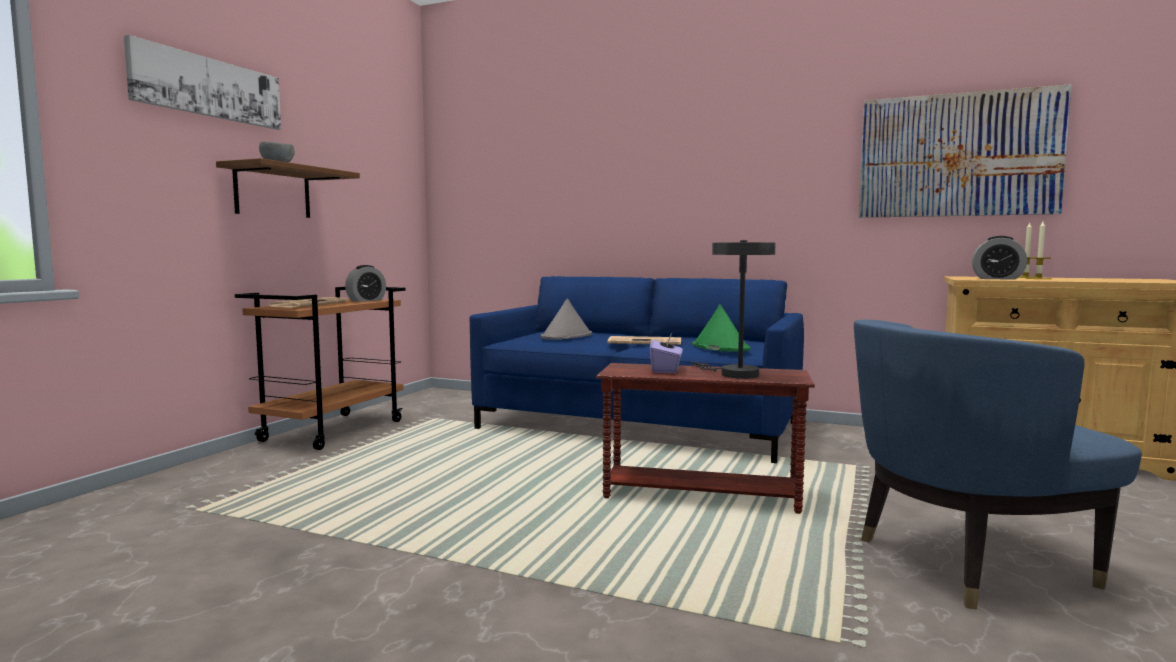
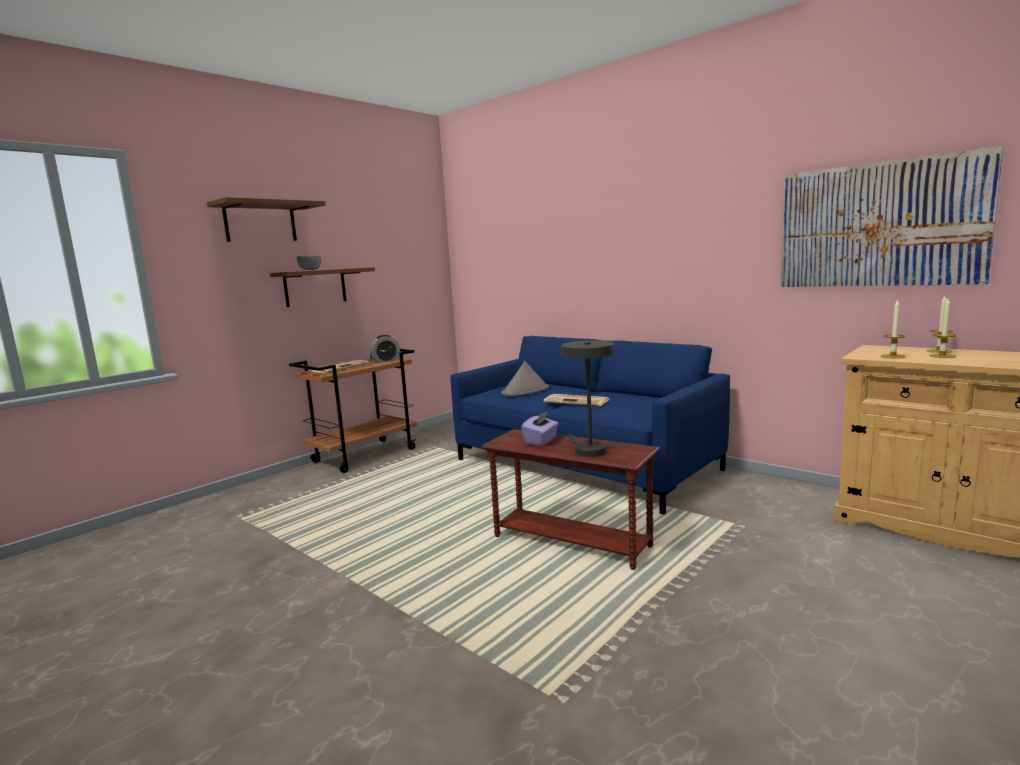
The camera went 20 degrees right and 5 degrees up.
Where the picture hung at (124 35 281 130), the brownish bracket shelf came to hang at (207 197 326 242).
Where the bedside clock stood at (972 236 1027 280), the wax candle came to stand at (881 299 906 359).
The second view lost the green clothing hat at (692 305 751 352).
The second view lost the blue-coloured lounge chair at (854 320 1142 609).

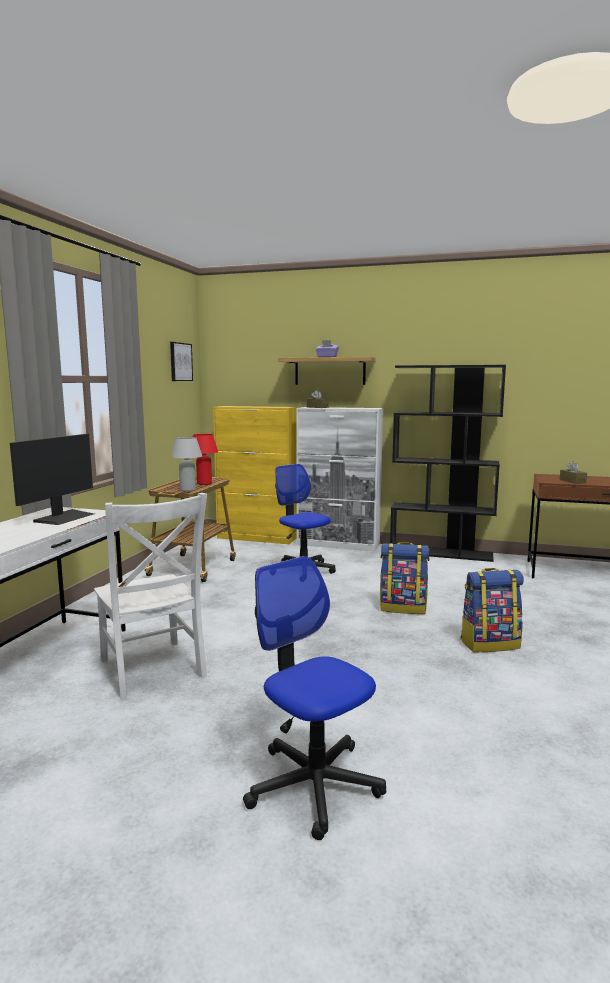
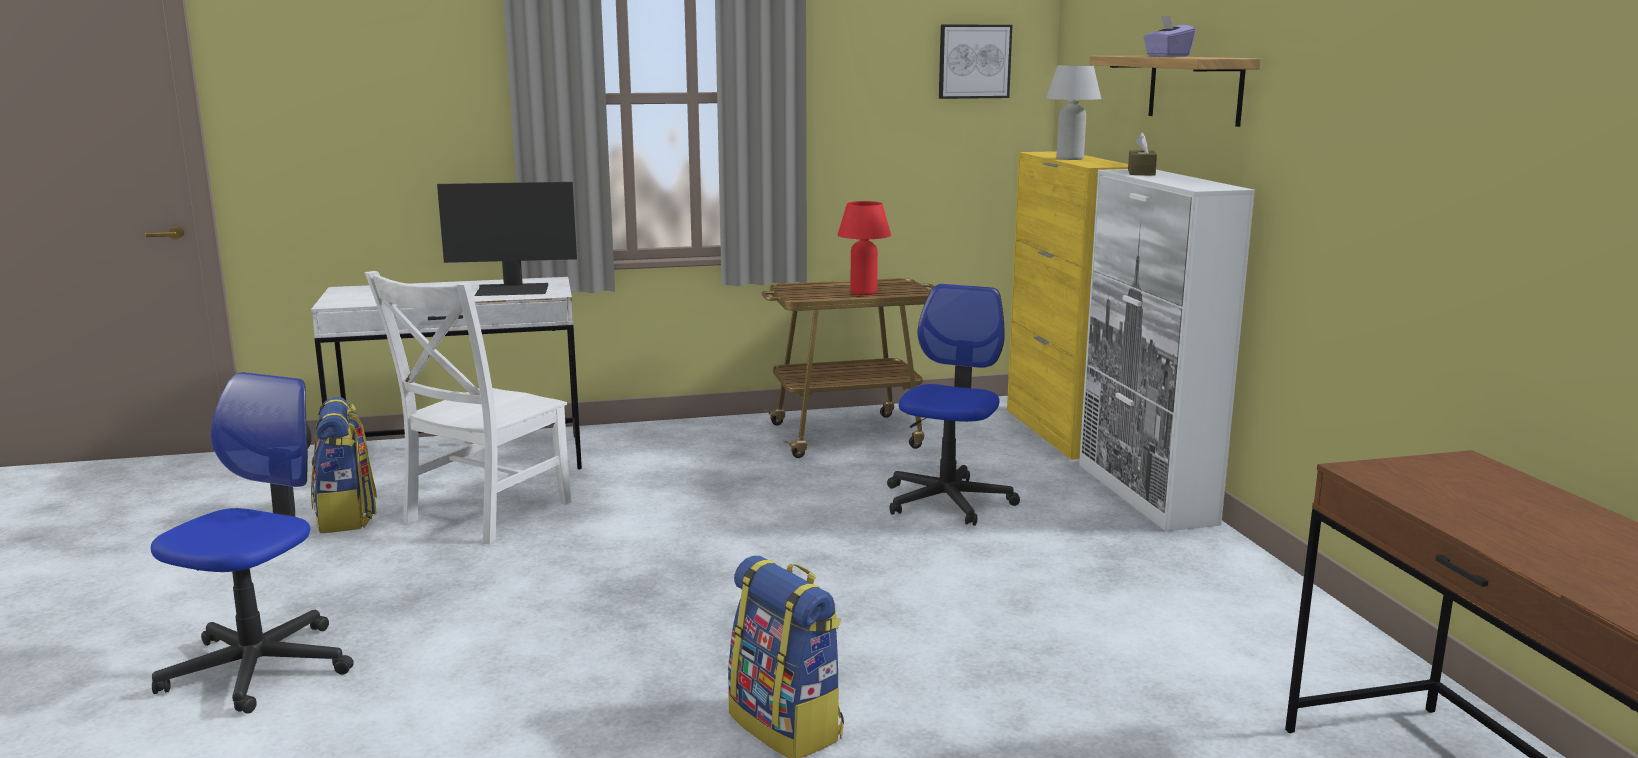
The camera went 60 degrees right and 5 degrees up.
The backpack ended up elsewhere, having gone from (380 542 429 614) to (311 397 377 533).
The whitish lamp for a table ended up elsewhere, having gone from (171 437 202 492) to (1046 65 1101 160).
The second view lost the black-coloured bookshelf at (390 365 506 562).
The second view lost the brownish box of tissues at (560 461 587 484).

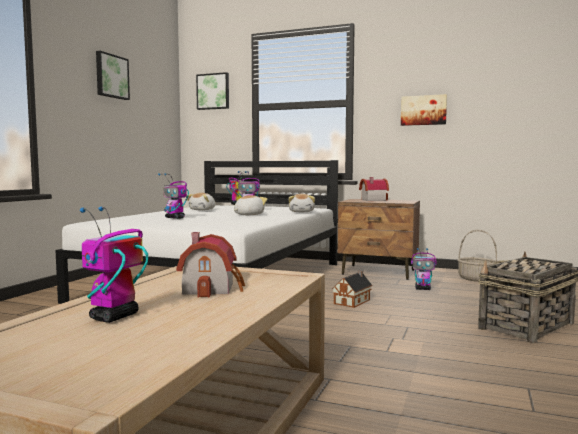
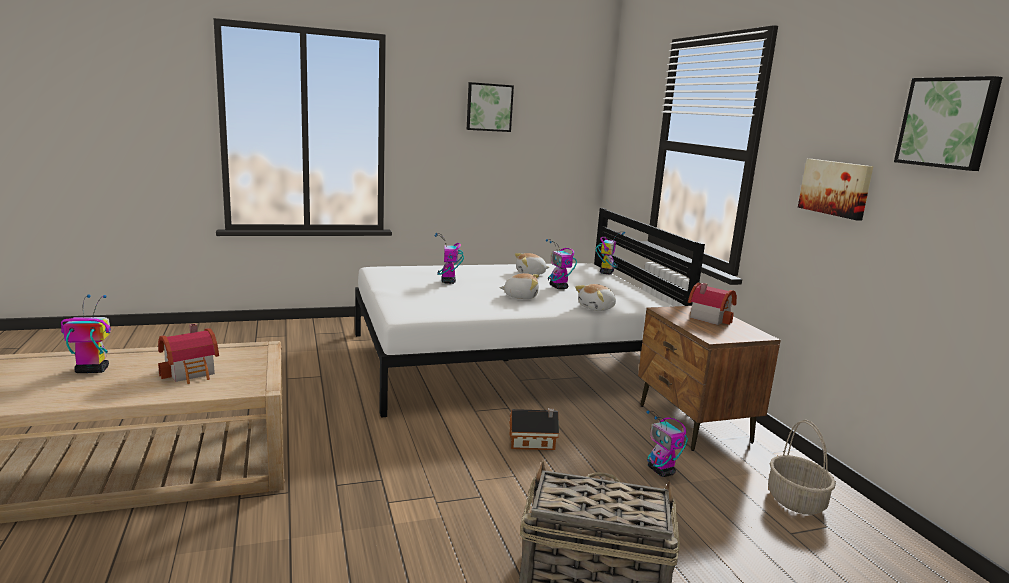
The camera went 50 degrees right and 10 degrees up.
The picture ended up elsewhere, having gone from (196 72 229 110) to (894 76 1003 171).

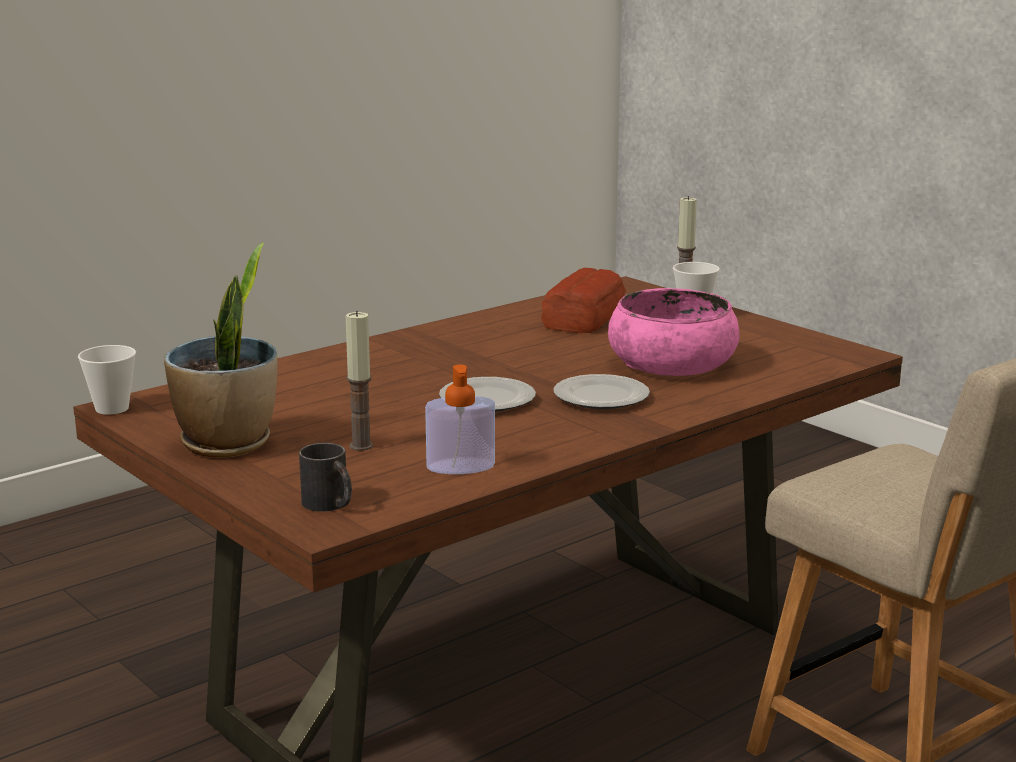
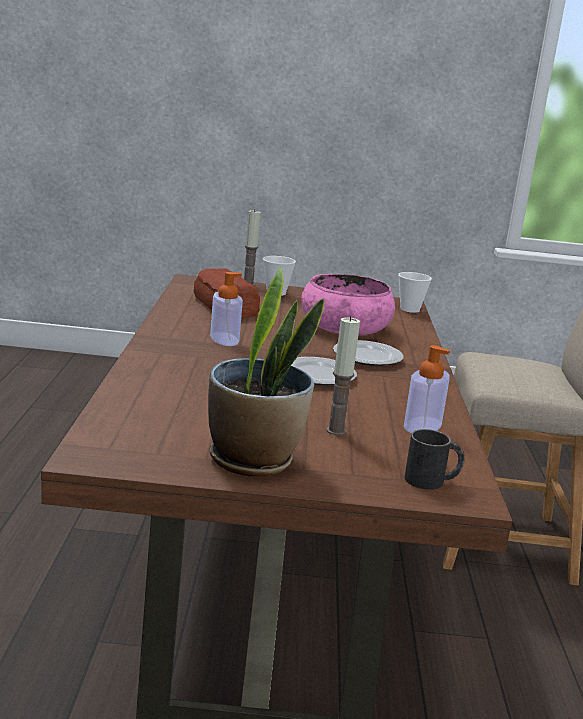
The camera went 50 degrees left and 0 degrees up.
The second view gained the soap bottle at (210 272 243 346).
The small cup ended up elsewhere, having gone from (78 345 136 415) to (398 272 432 313).

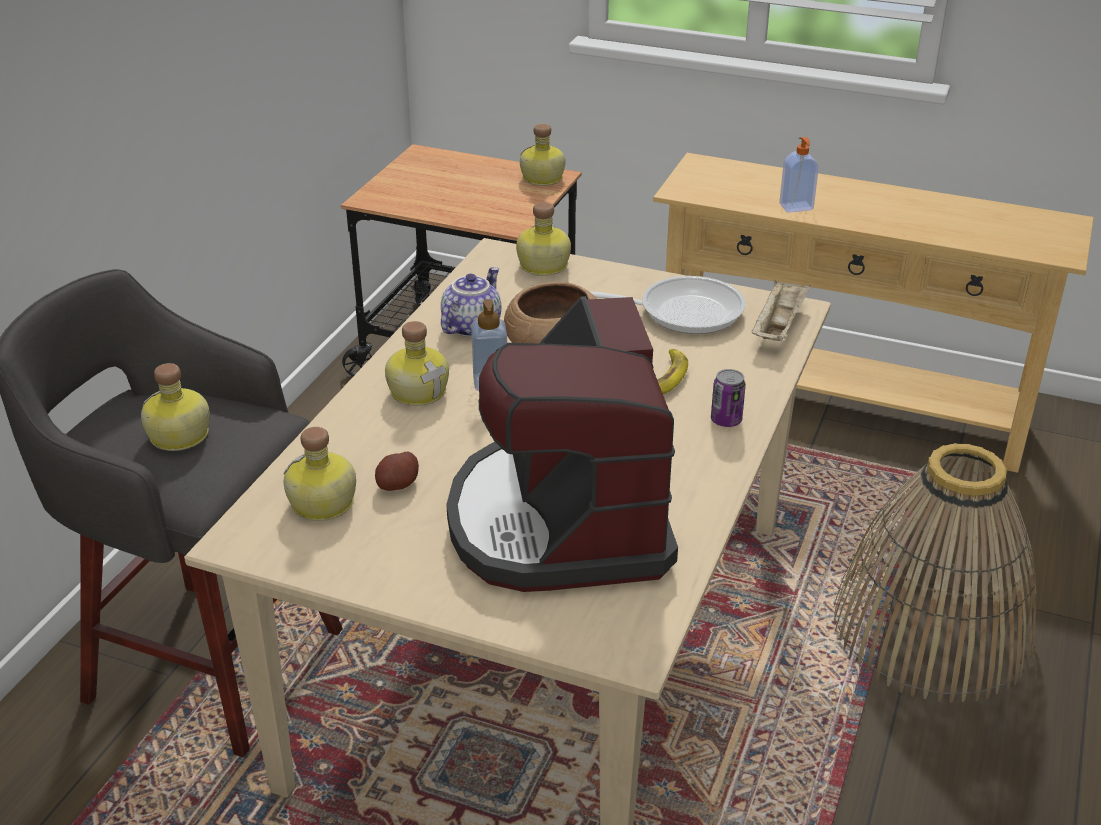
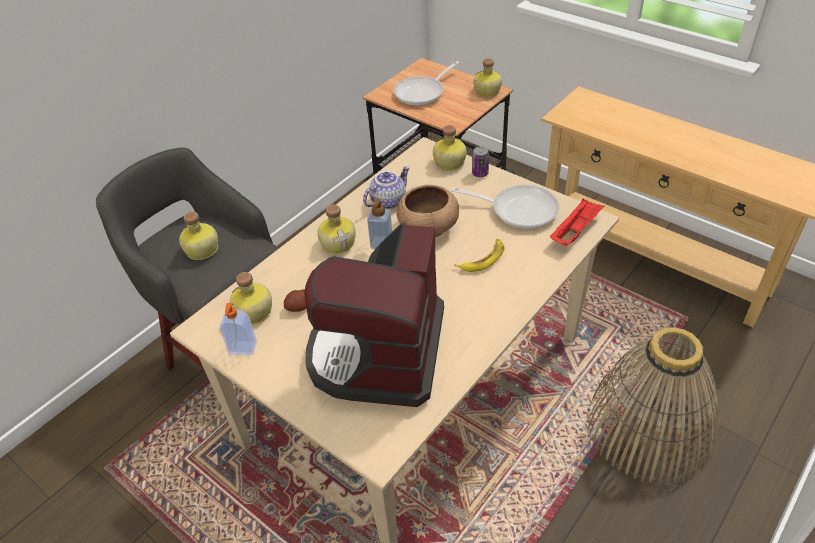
The camera went 20 degrees right and 10 degrees up.
The soap bottle ended up elsewhere, having gone from (779 137 819 213) to (220 303 257 355).
The second view gained the skillet at (394 61 459 106).
The can ended up elsewhere, having gone from (711 369 746 427) to (472 147 489 177).
What was the beige-coloured tray at (752 280 811 341) turned into the red-coloured tray at (550 199 605 246).

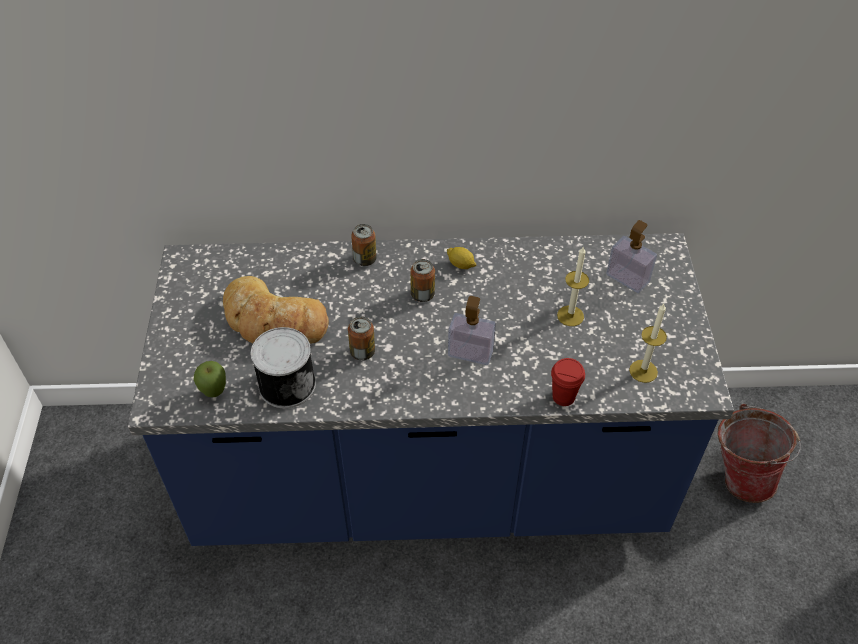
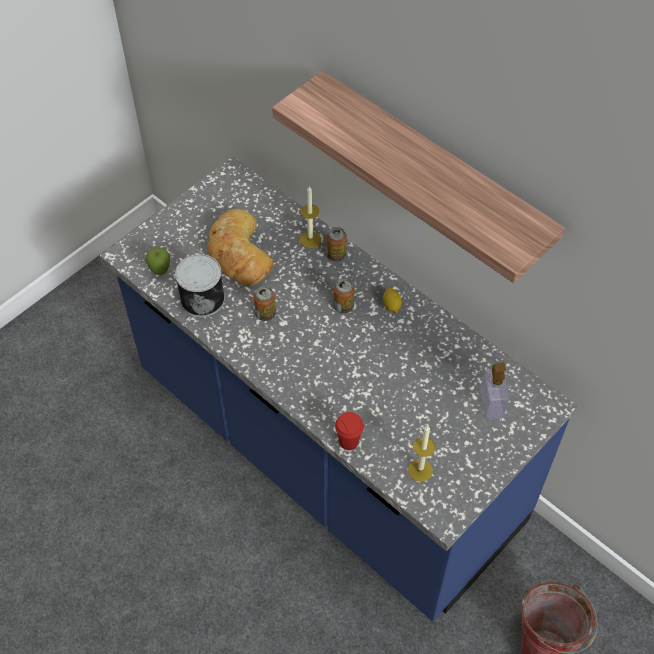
The camera went 45 degrees right and 5 degrees up.
The second view gained the bracket shelf at (272 70 565 283).
The wax candle ended up elsewhere, having gone from (557 246 589 326) to (300 186 321 248).
The second view lost the soap bottle at (448 296 496 365).

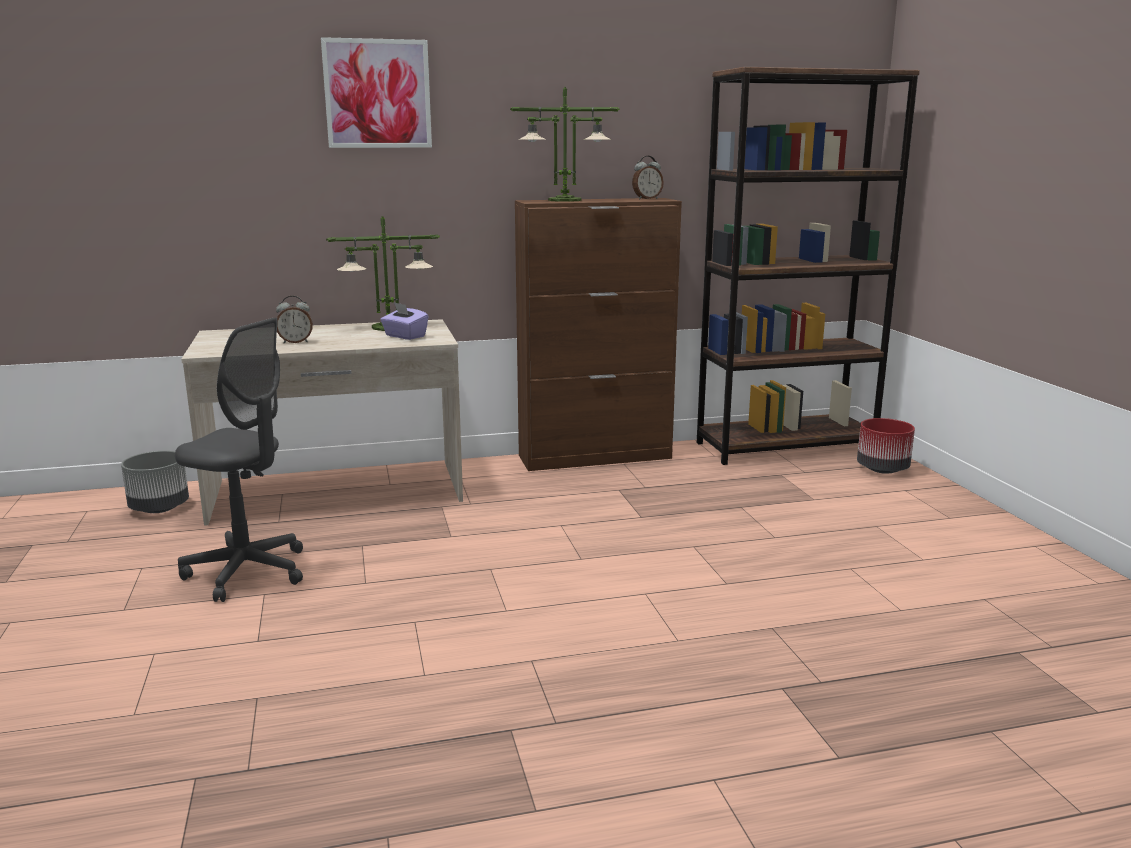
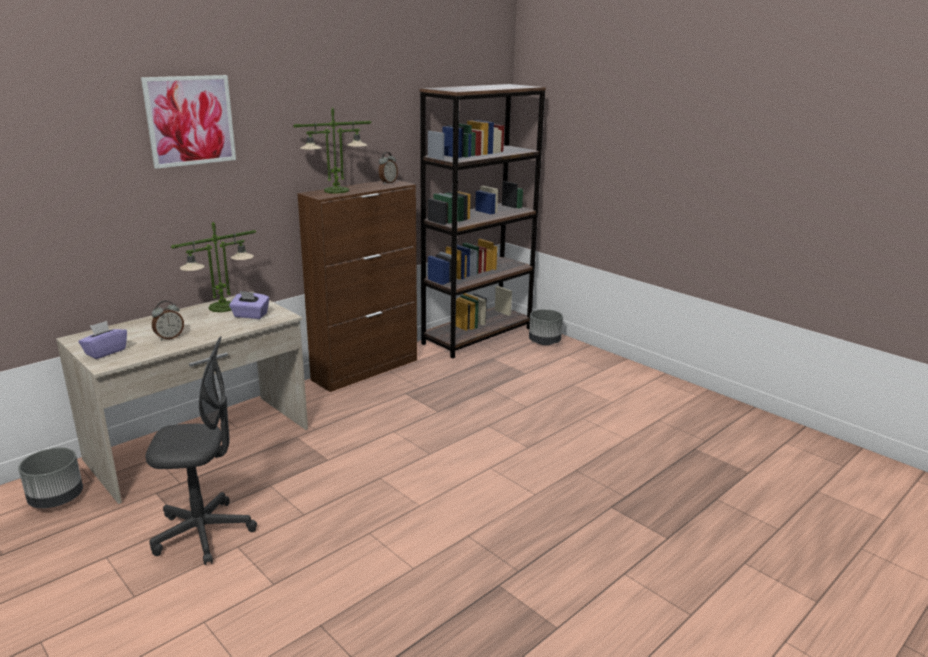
The camera went 30 degrees left and 5 degrees up.
The second view gained the purple box of tissues at (78 321 127 359).
What was the red-coloured plant pot at (857 418 915 474) turned into the greyish plant pot at (529 309 563 345).

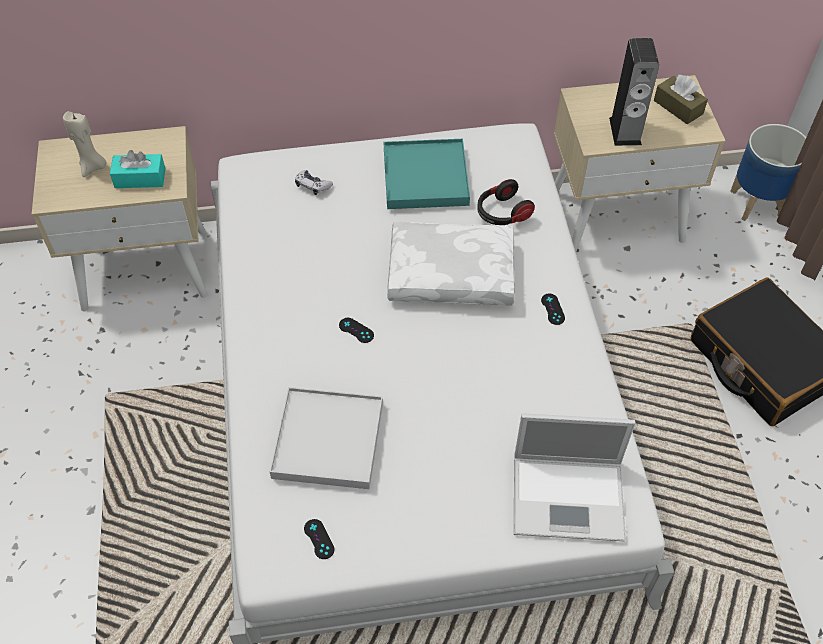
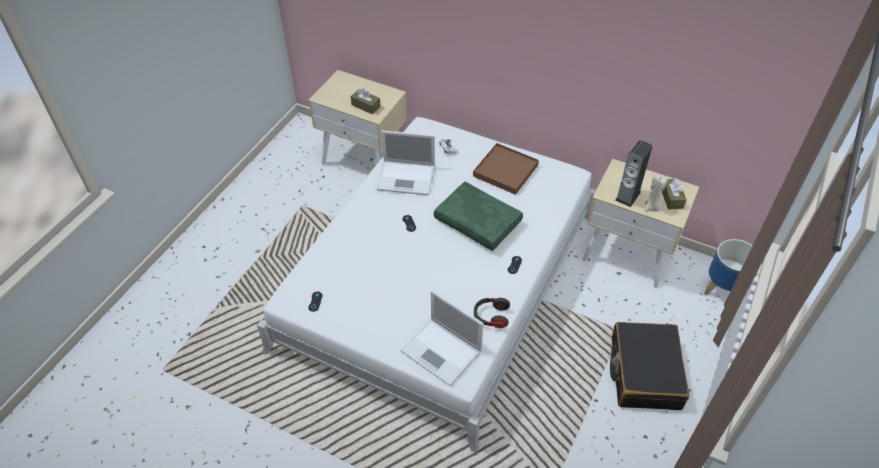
The camera went 35 degrees right and 5 degrees down.
What was the blue-green box of tissues at (110 150 166 188) turned into the brownish box of tissues at (351 89 381 114).
The second view gained the notebook computer at (377 130 435 195).
What was the whitish throw pillow at (387 222 515 306) turned into the green throw pillow at (434 182 523 251).
What was the blue-green tray at (384 139 470 209) turned into the brownish tray at (473 143 539 195).
The pair of headphones ended up elsewhere, having gone from (477 179 535 225) to (474 298 510 328).
The beige-coloured wax candle ended up elsewhere, having gone from (63 111 107 177) to (644 173 667 212).
The second view lost the whitish tray at (269 387 383 489).

